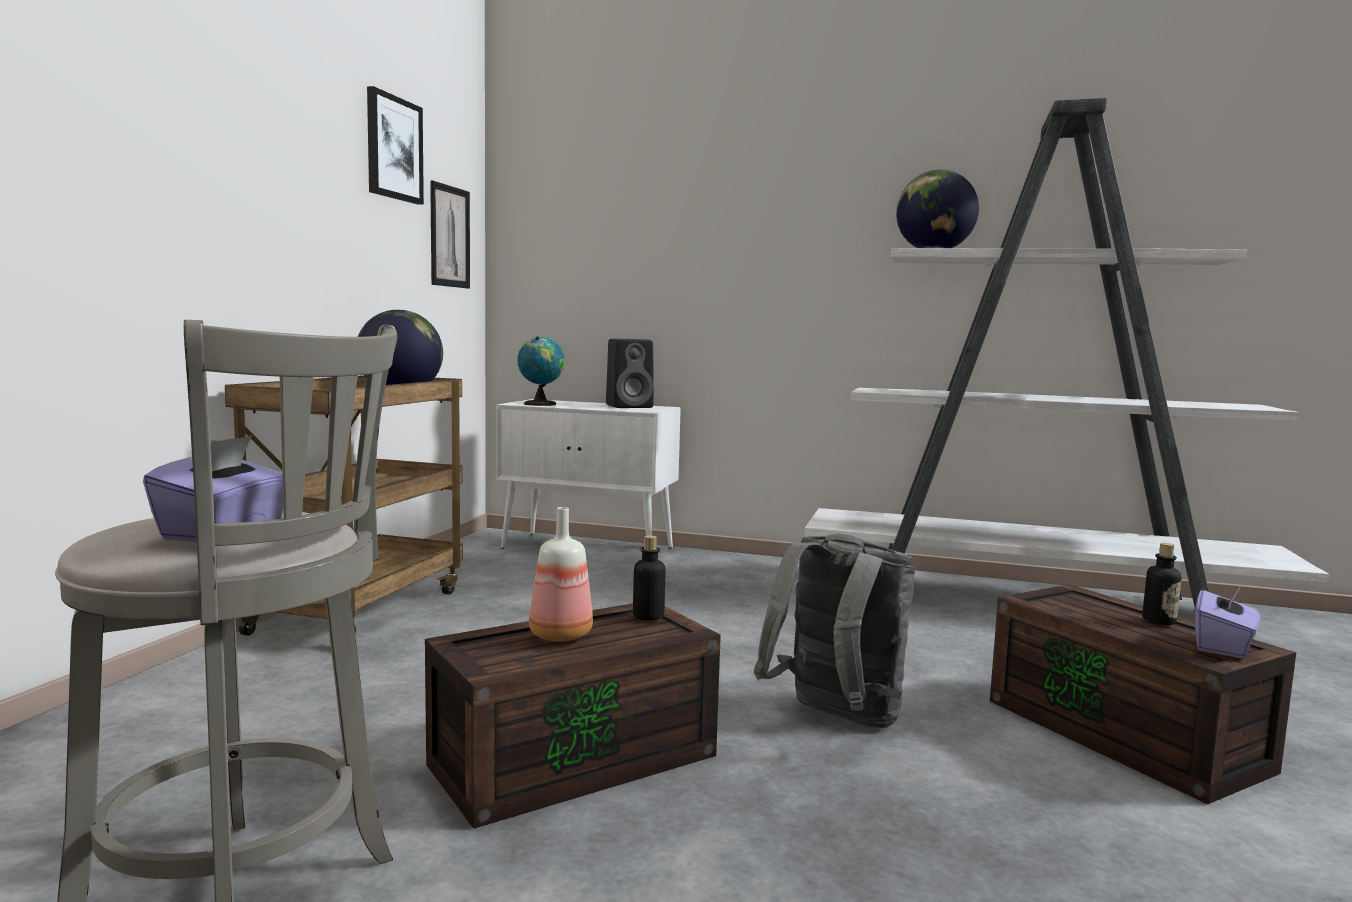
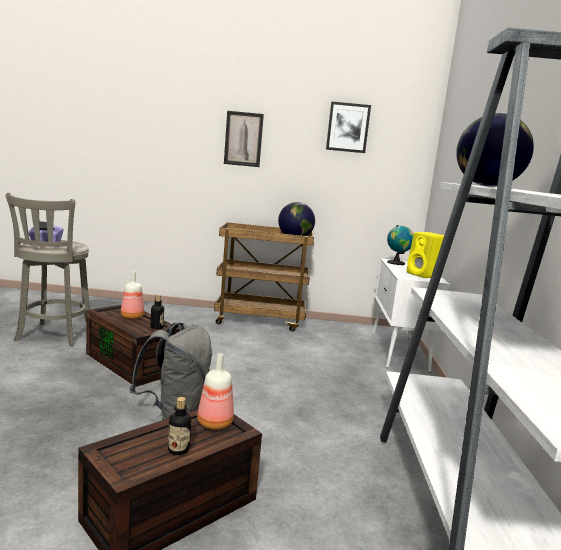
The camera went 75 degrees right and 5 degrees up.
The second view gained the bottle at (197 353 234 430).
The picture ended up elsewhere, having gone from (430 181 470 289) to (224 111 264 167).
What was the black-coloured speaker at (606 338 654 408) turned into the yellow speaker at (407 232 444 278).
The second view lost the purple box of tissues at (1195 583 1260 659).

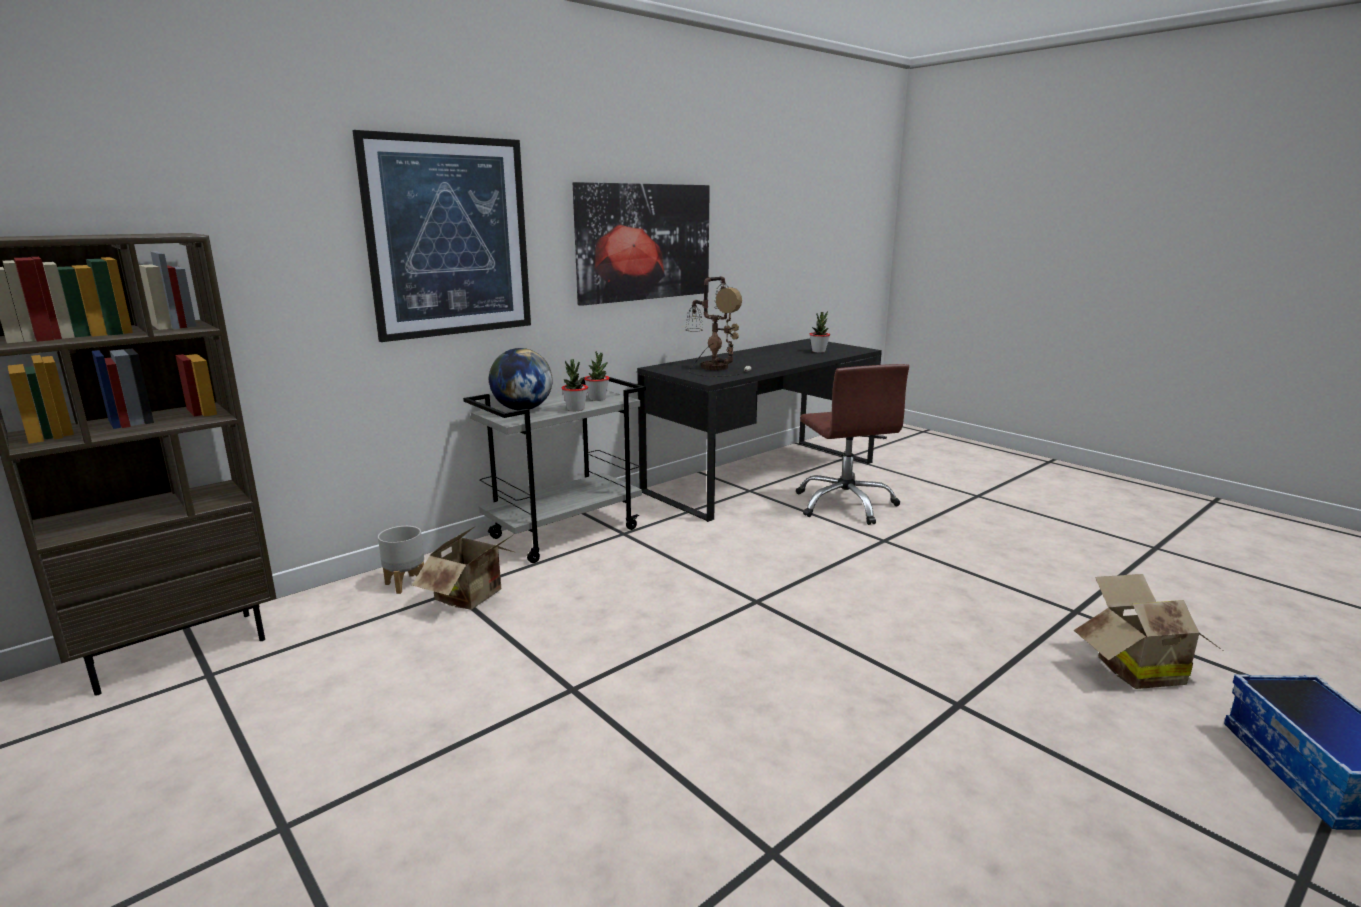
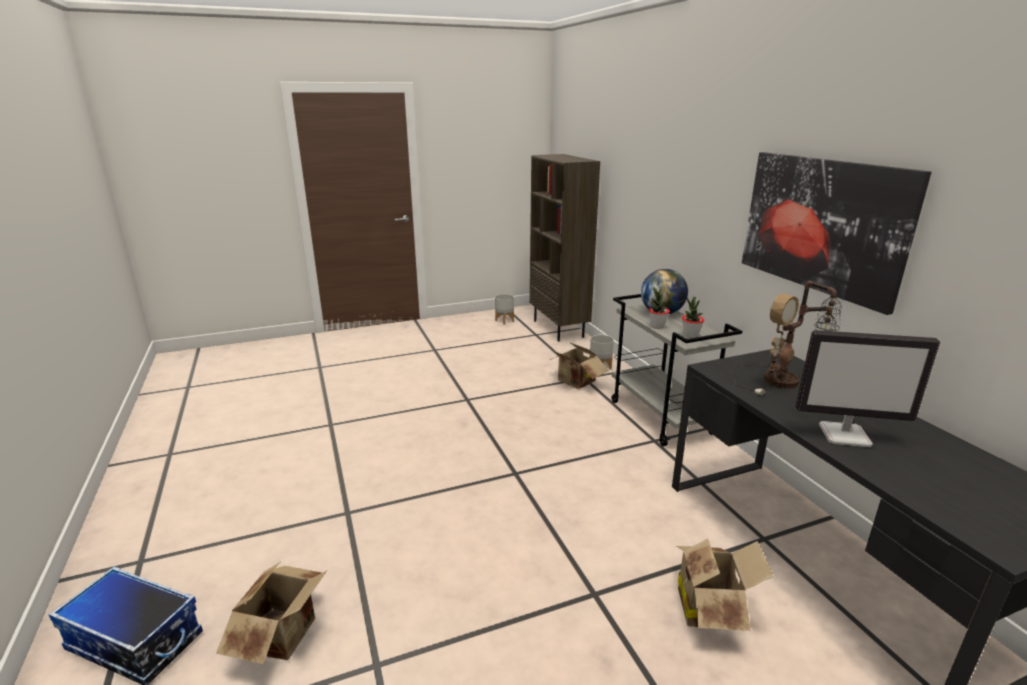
The camera went 110 degrees right and 5 degrees up.
The second view gained the greyish plant pot at (495 294 514 324).
Where the brownish office chair stood at (796 364 909 525), the carton came to stand at (677 538 774 631).
The second view gained the computer screen at (795 330 940 448).
The second view lost the picture at (352 130 531 342).
The second view lost the plant in a pot at (810 311 830 353).

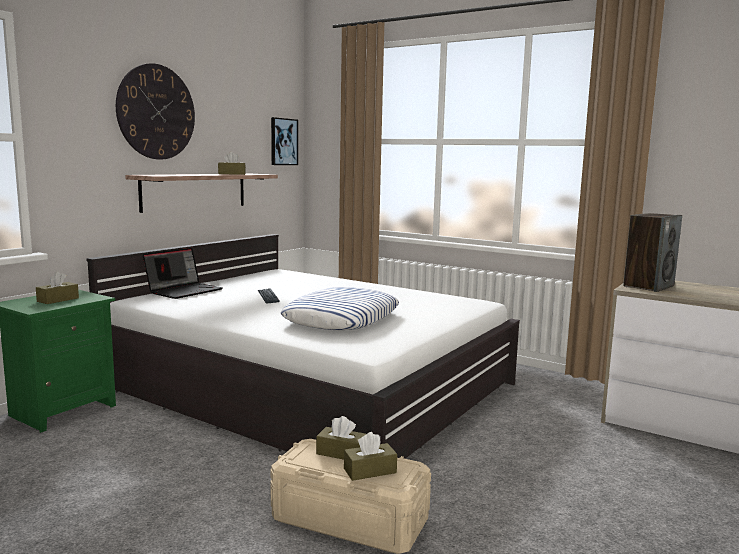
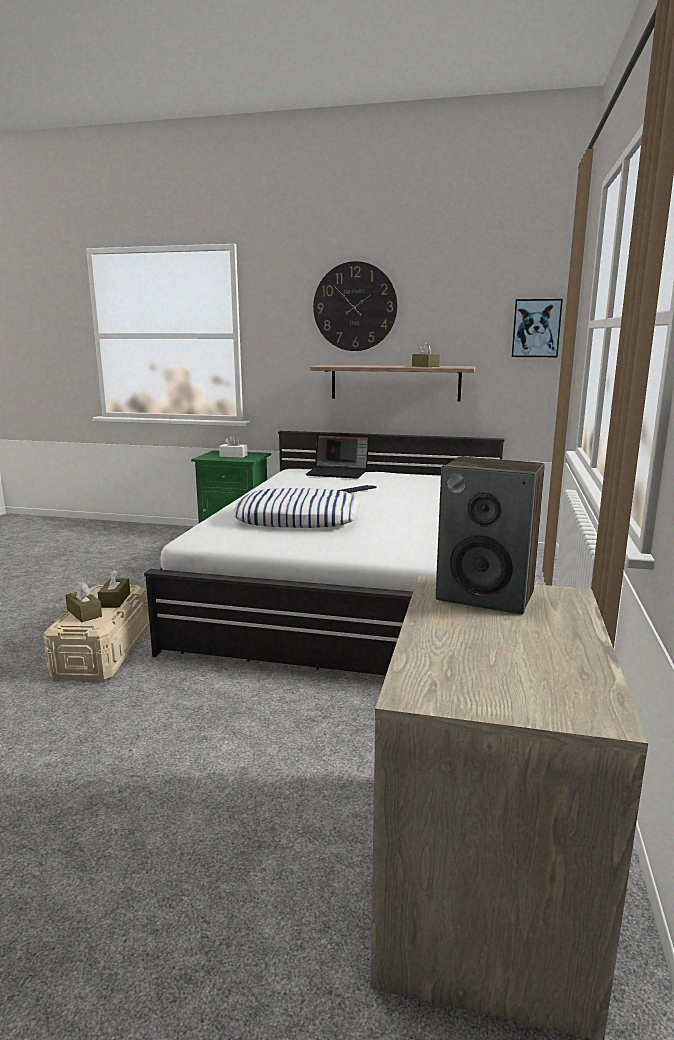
The camera went 70 degrees right and 5 degrees up.
What was the brownish box of tissues at (36 272 79 304) turned into the whitish box of tissues at (219 435 247 458).

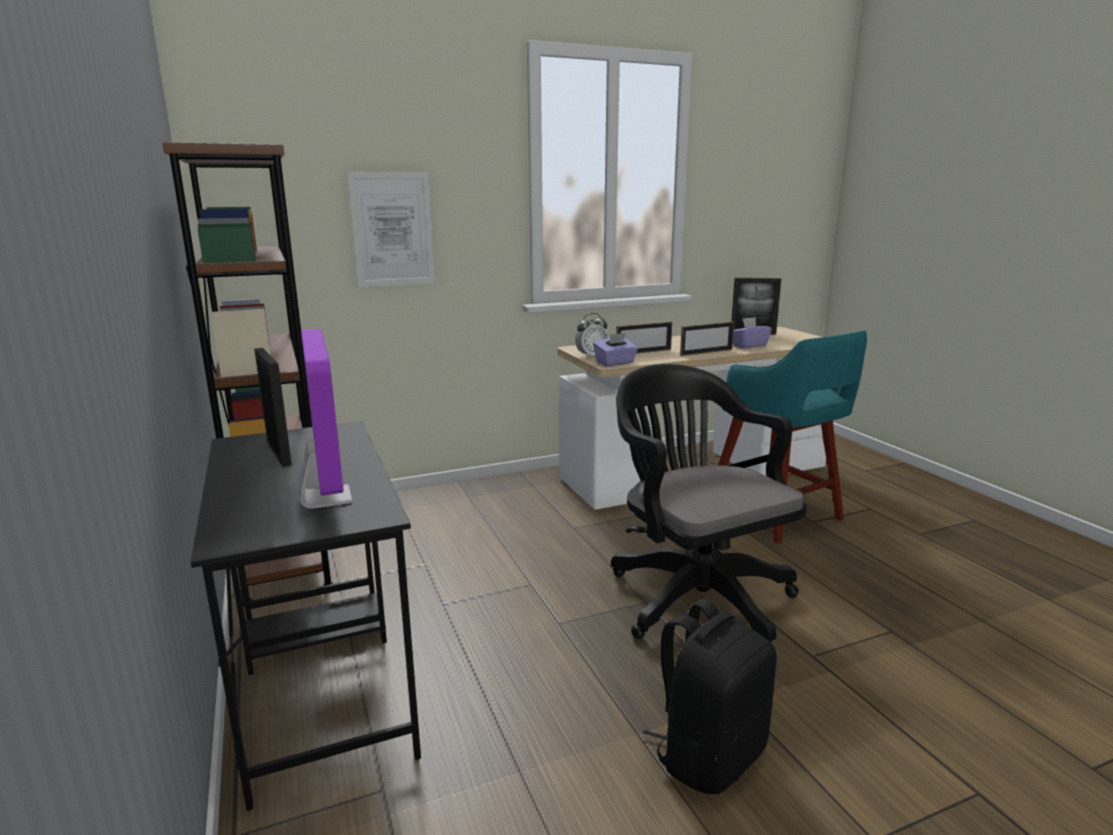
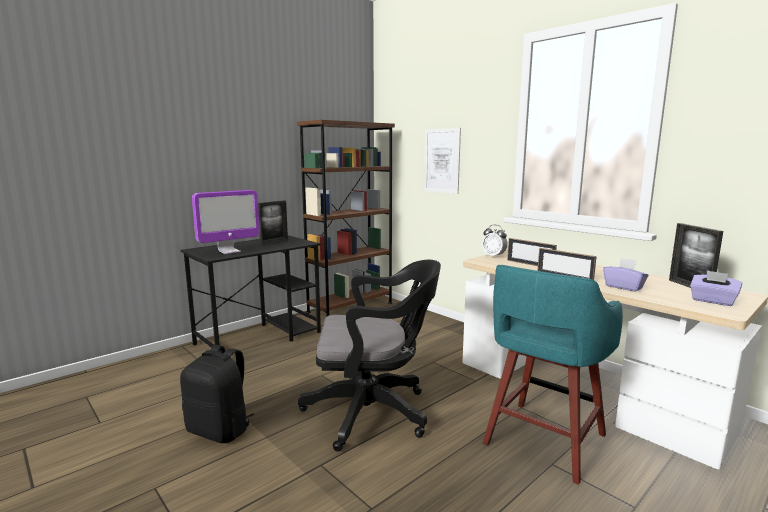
The camera went 70 degrees right and 5 degrees down.
The black-coloured office chair at (611 364 807 642) ended up facing another way, 45 degrees clockwise from before.
The purple box of tissues ended up elsewhere, having gone from (593 333 638 366) to (690 270 742 306).

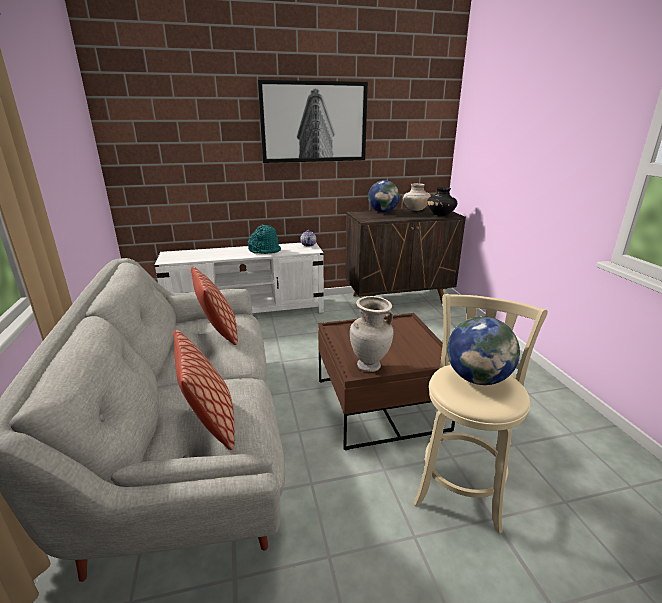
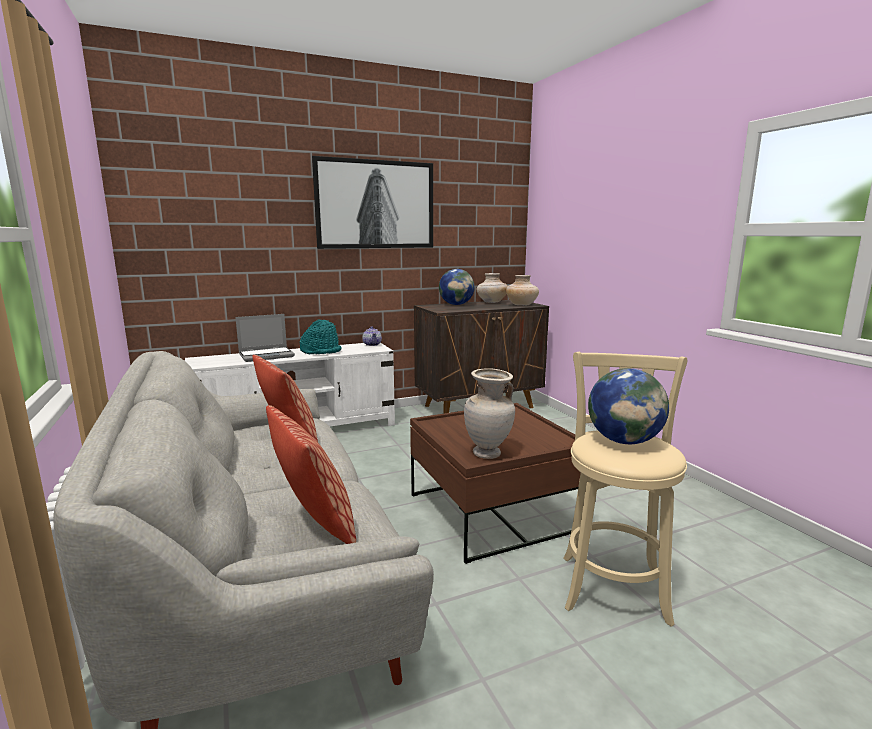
The camera went 10 degrees left and 10 degrees down.
The second view gained the notebook computer at (235 314 295 362).
What was the black-coloured decorative vase at (427 187 457 216) turned into the beige-coloured decorative vase at (506 275 539 305).

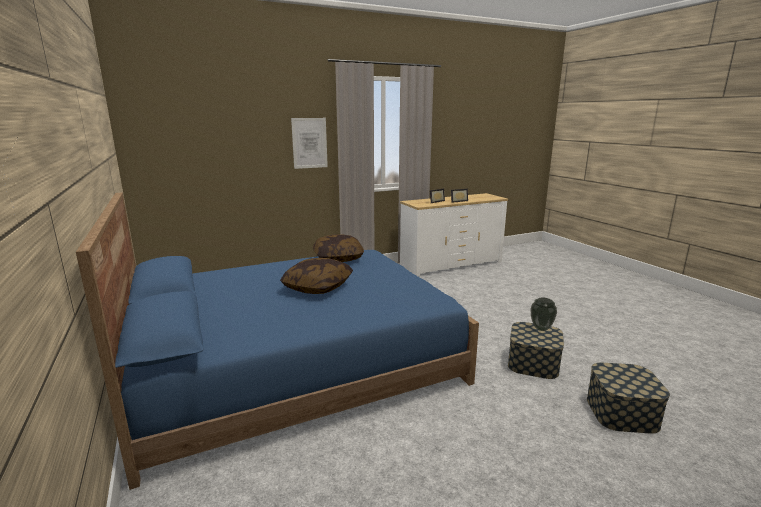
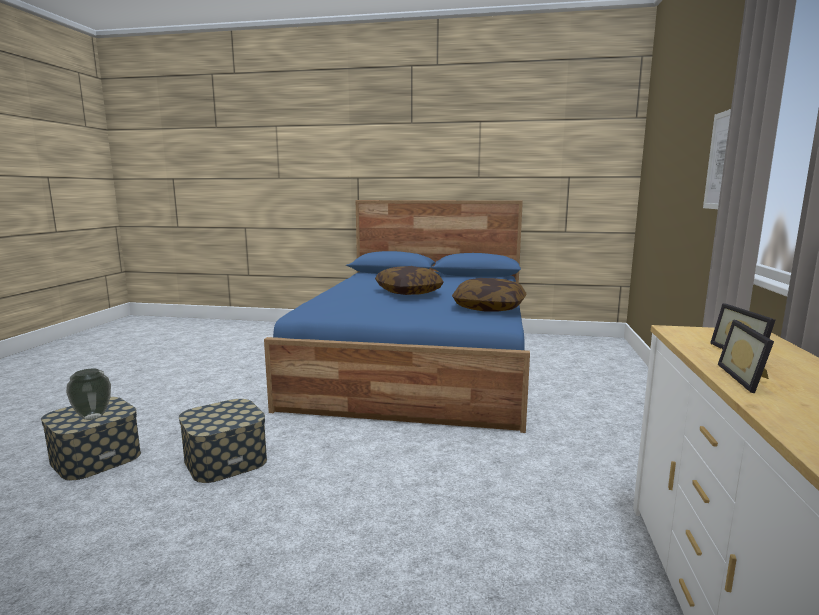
The camera went 125 degrees right and 5 degrees down.
The decorative vase ended up elsewhere, having gone from (530 298 557 331) to (66 369 111 420).

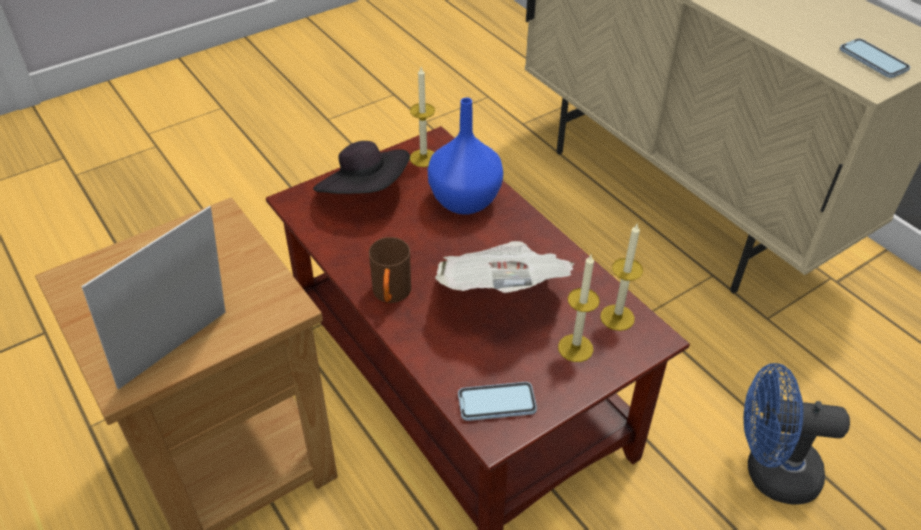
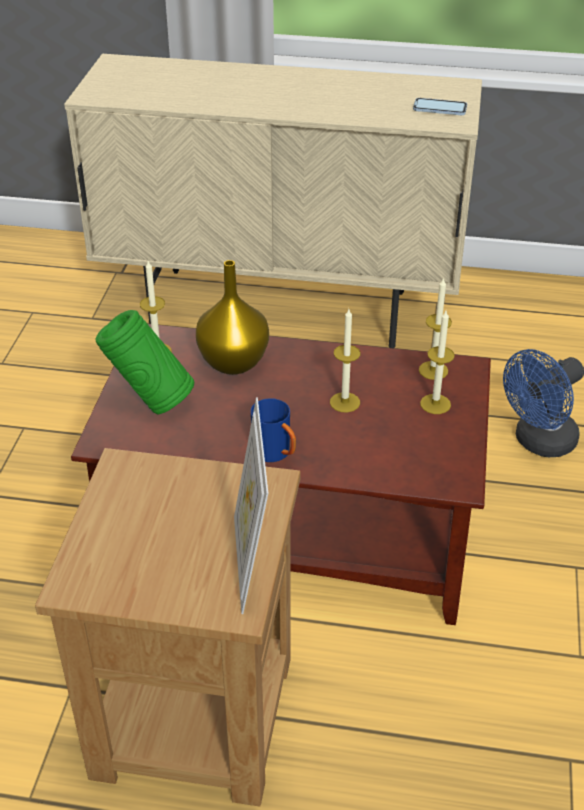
The camera went 45 degrees left and 5 degrees down.
Where the black-coloured clothing hat stood at (313 141 410 194), the green decorative vase came to stand at (96 310 194 414).
What was the blue-coloured decorative vase at (428 98 503 215) turned into the yellow decorative vase at (196 260 269 375).
What was the brownish tea mug at (369 237 411 303) turned into the blue-coloured tea mug at (251 398 296 462).
Where the newspaper stood at (435 241 574 293), the wax candle came to stand at (330 309 360 412).
The second view lost the telephone at (458 382 537 421).

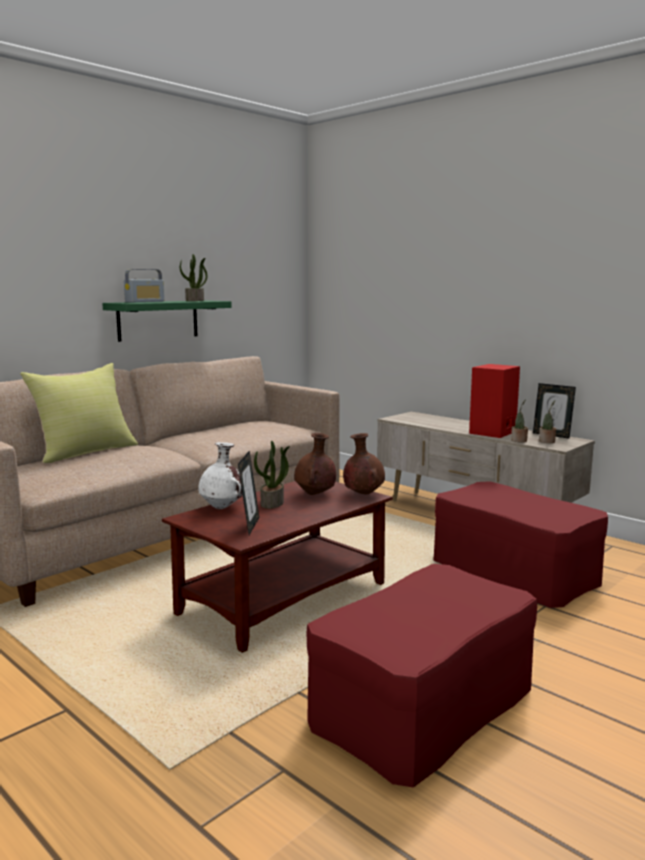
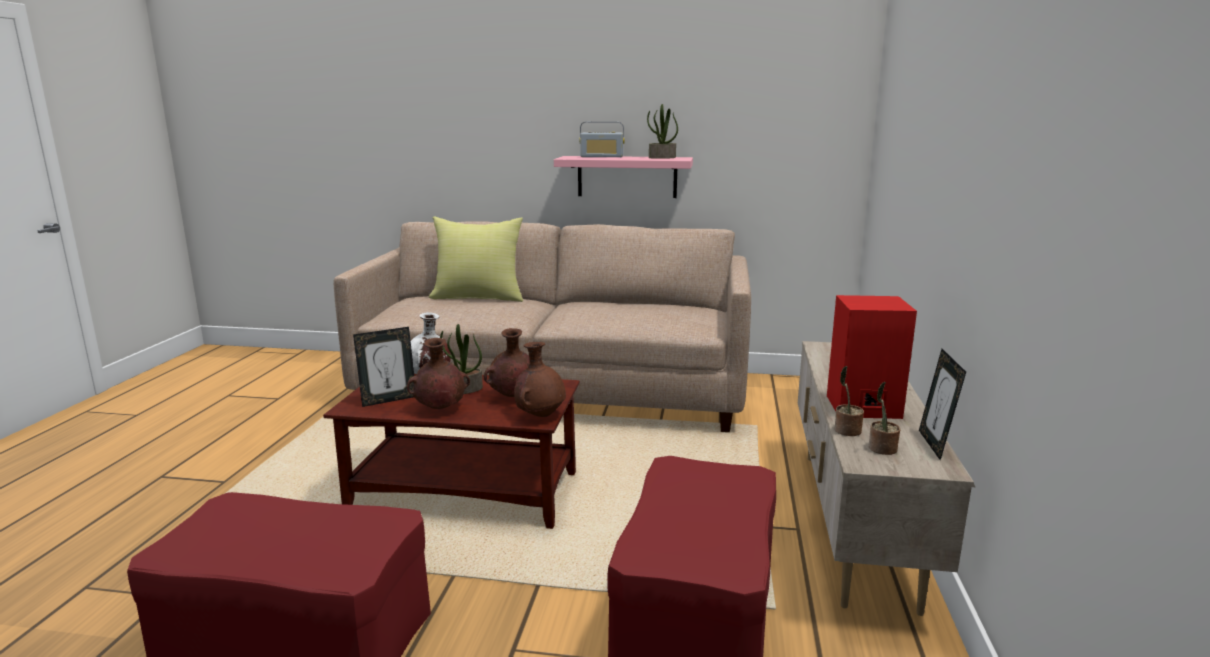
The camera went 55 degrees right and 5 degrees up.
The second view gained the brownish decorative vase at (407 338 470 409).
What was the green bracket shelf at (102 300 232 342) turned into the pink-coloured bracket shelf at (554 156 693 198).

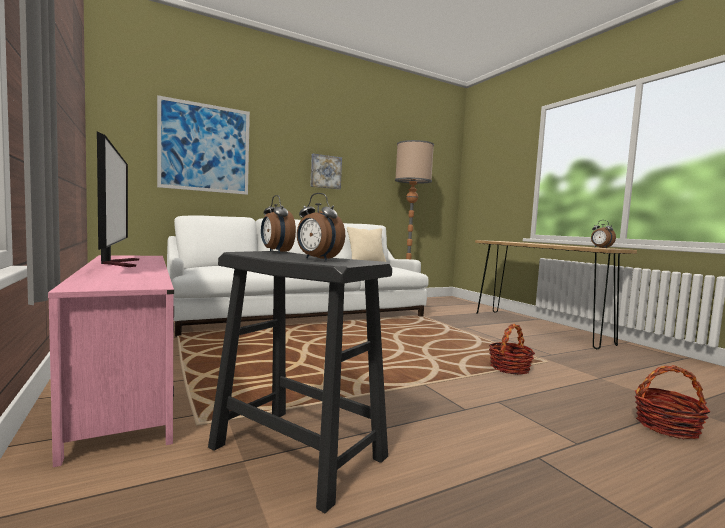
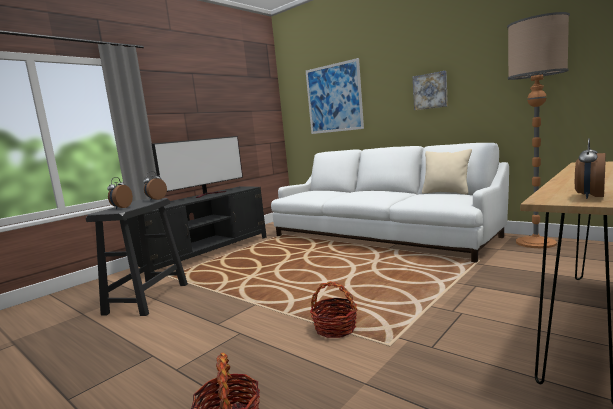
The camera went 70 degrees right and 5 degrees up.
What was the pink-coloured media console at (48 255 174 467) turned into the black-coloured media console at (127 186 267 277).

